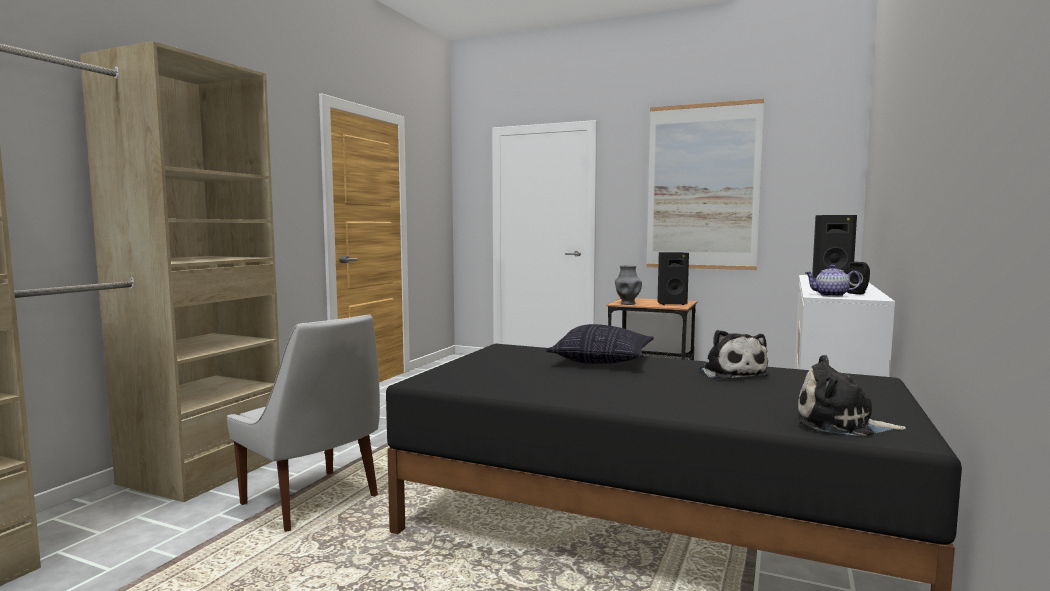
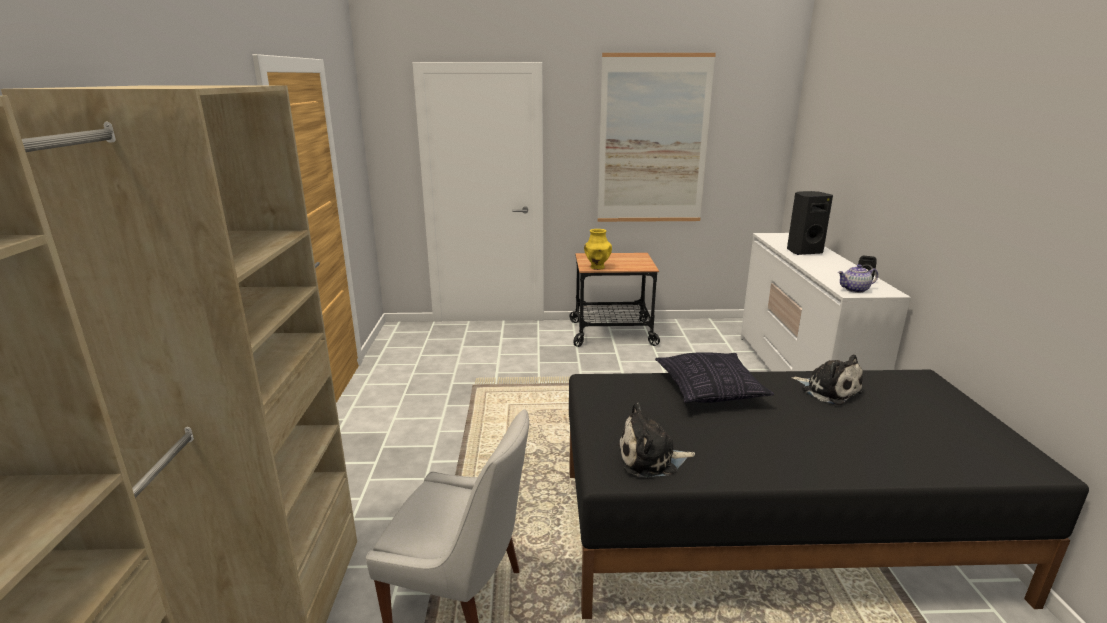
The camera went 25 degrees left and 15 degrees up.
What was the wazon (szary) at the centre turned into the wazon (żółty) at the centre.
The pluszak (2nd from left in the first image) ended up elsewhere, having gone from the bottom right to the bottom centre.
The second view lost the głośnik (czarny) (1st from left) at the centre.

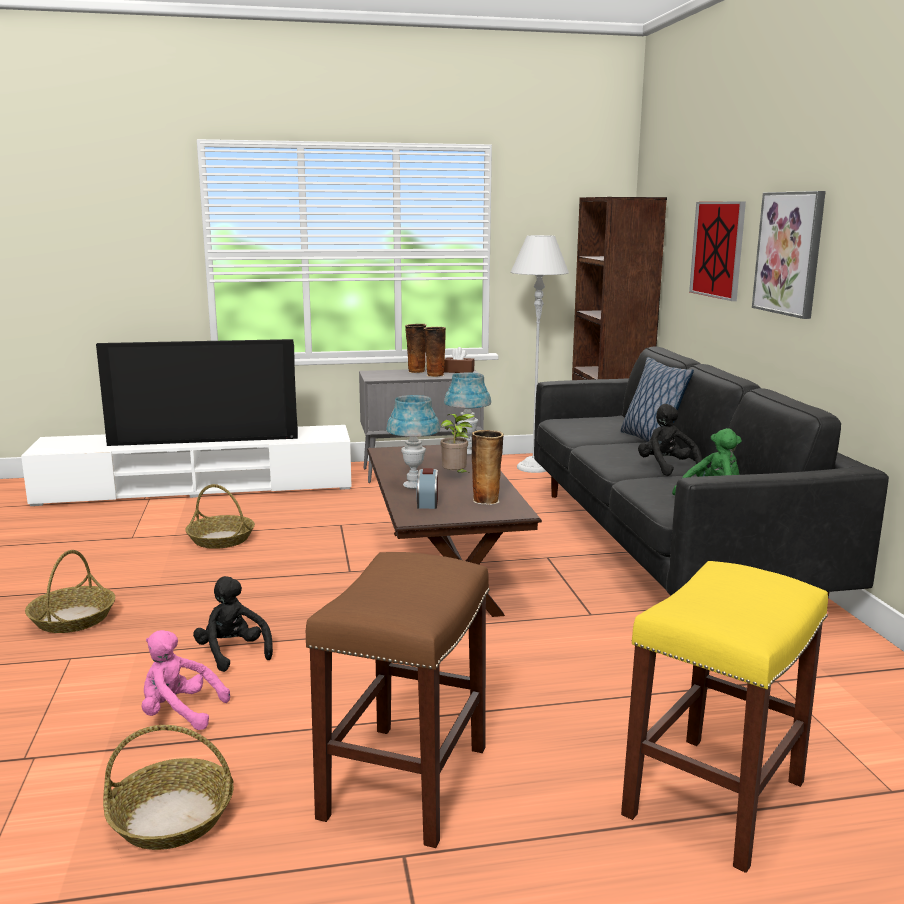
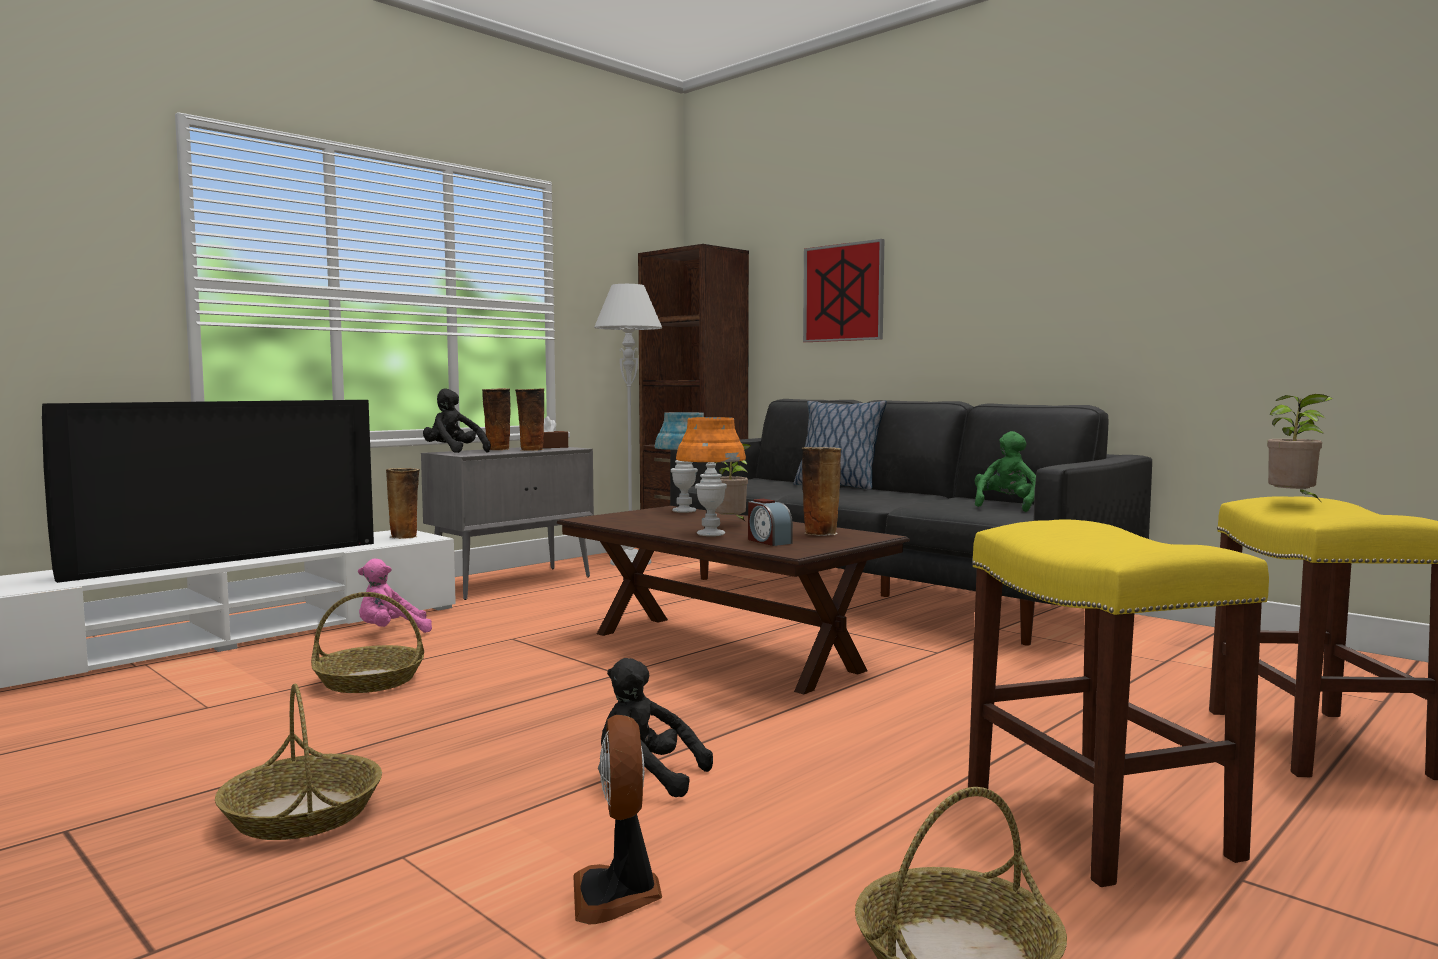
The camera went 35 degrees left and 10 degrees down.
The pluszak (różowy) ended up elsewhere, having gone from the bottom left to the middle left.
The second view gained the wazon (1st from left) at the middle left.
The pluszak (czarny) (2nd from left in the first image) ended up elsewhere, having gone from the middle right to the middle left.
The second view gained the wentylator at the bottom centre.
What was the lampa stołowa (niebieski) (1st from left) at the centre turned into the lampa stołowa (pomarańczowy) at the centre.
What was the stołek (brązowy) at the bottom centre turned into the stołek (żółty) (1st from left) at the bottom right.
The second view gained the roślina doniczkowa (2nd from left) at the middle right.
The second view lost the obraz (2nd from left) at the top right.

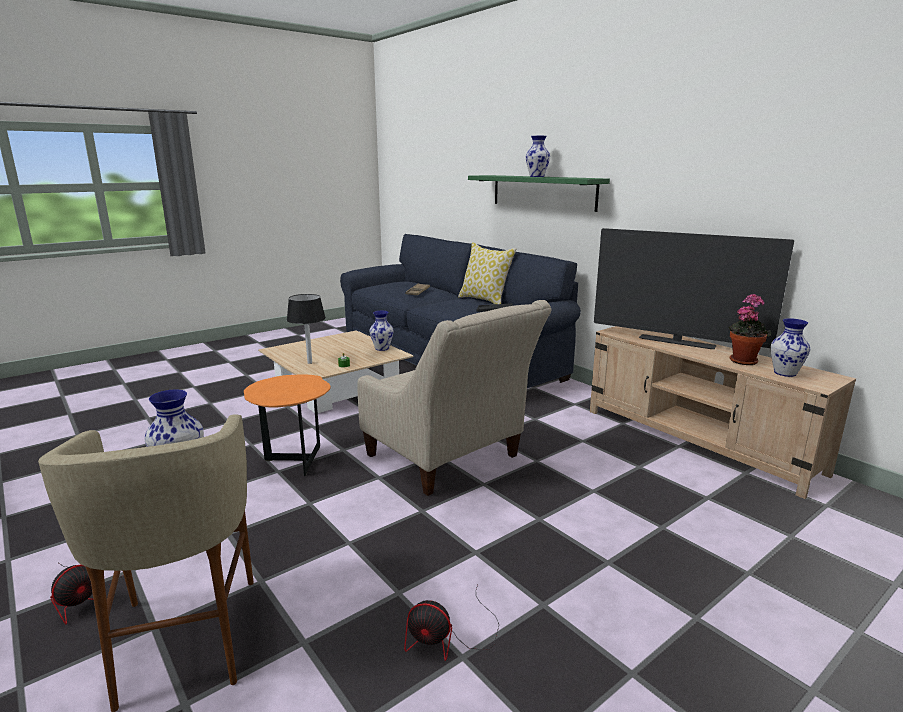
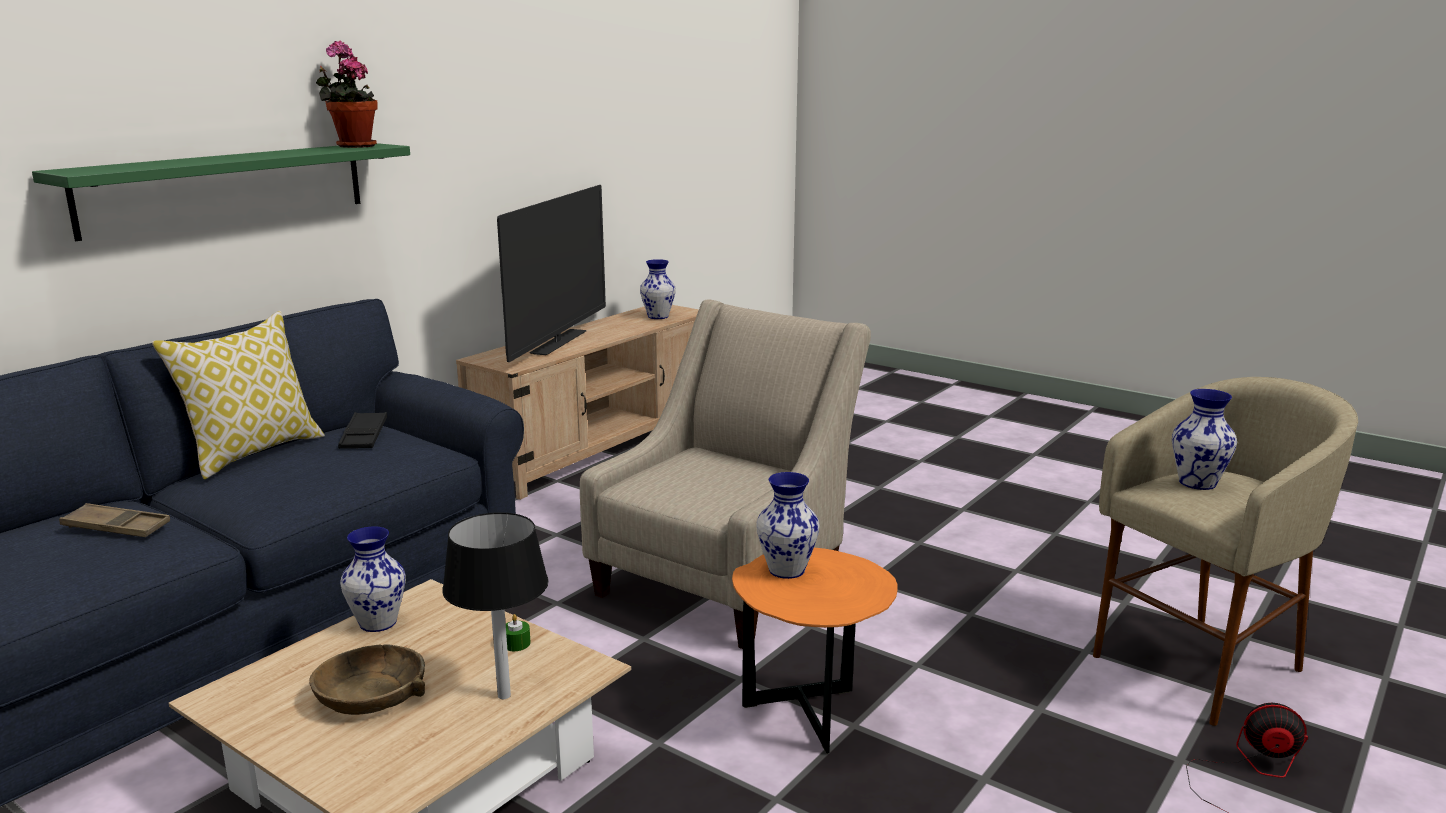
The camera went 105 degrees left and 0 degrees up.
The second view gained the miska (brązowy) at the bottom left.
The roślina doniczkowa ended up elsewhere, having gone from the middle right to the top left.
The wazon (3rd from left) ended up elsewhere, having gone from the top centre to the centre.
The second view lost the wentylator (2nd from left) at the bottom centre.

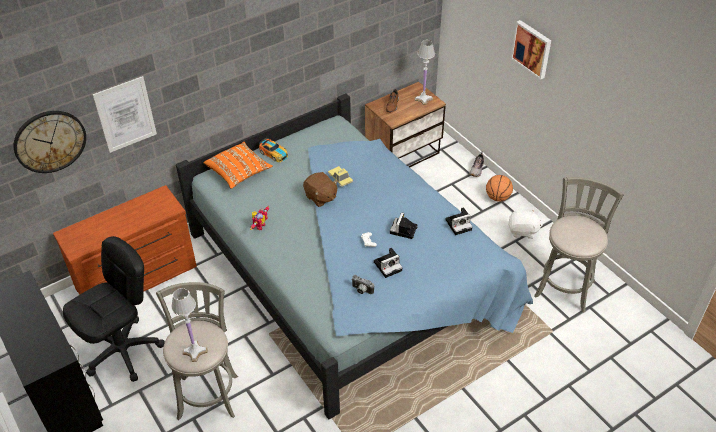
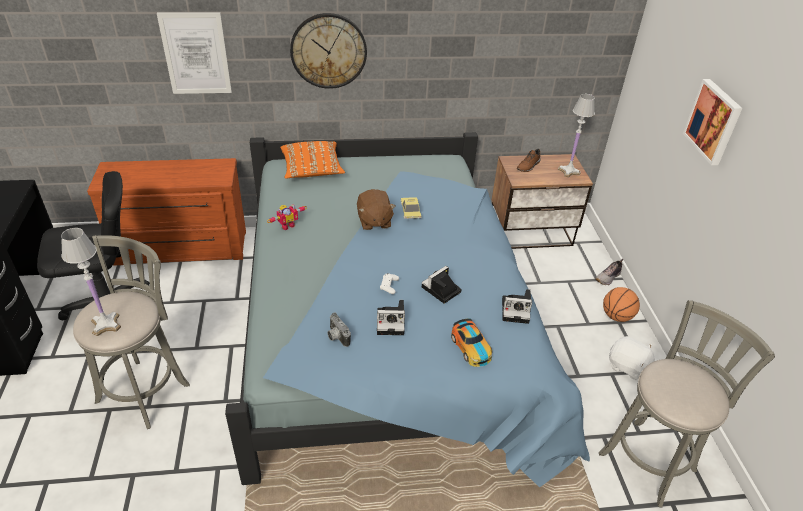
The camera went 25 degrees right and 5 degrees down.
The zegar ścienny ended up elsewhere, having gone from the top left to the top centre.
The samochodzik (1st from left in the first image) ended up elsewhere, having gone from the centre to the bottom centre.

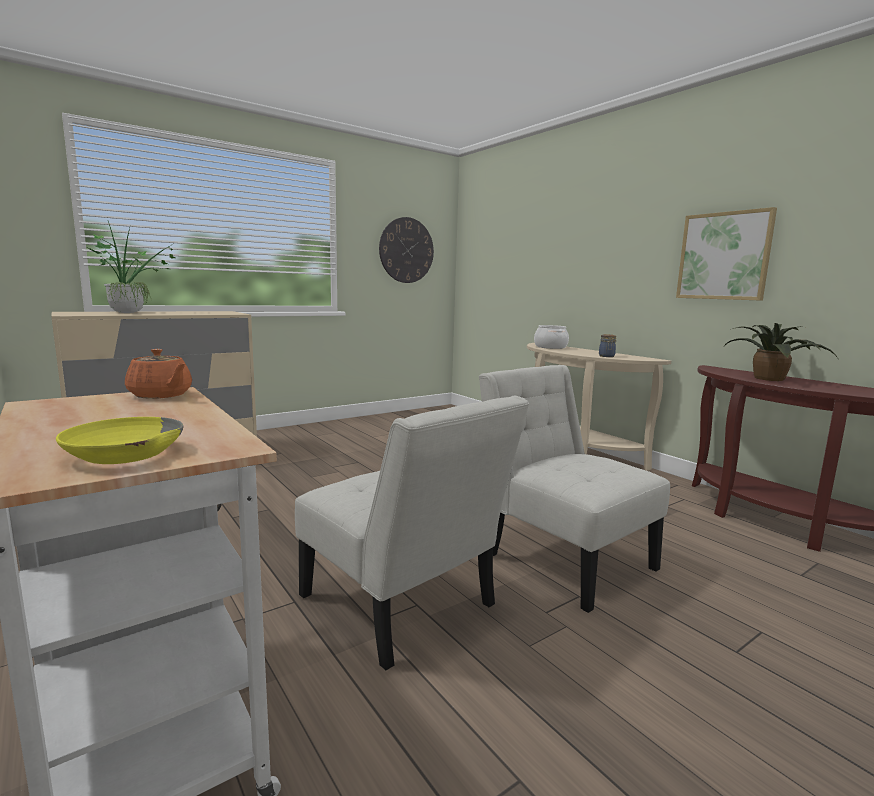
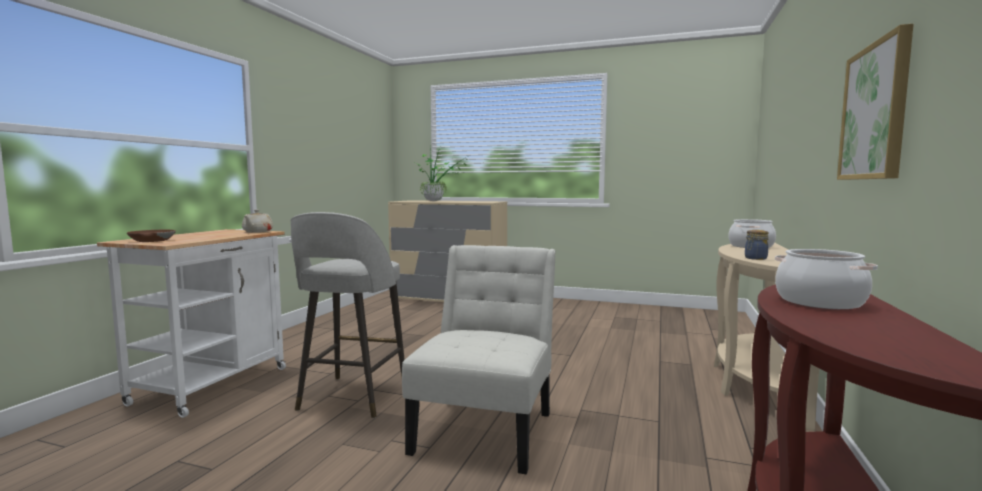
The camera went 55 degrees right and 5 degrees down.
What was the miska (żółty) at the middle left turned into the miska (brązowy) at the middle left.
What was the imbryk (pomarańczowy) at the middle left turned into the imbryk (beżowy) at the middle left.
Where the krzesło (biały) (1st from left) stood at the bottom centre, the stołek (szary) came to stand at the centre.
Where the roślina doniczkowa (2nd from left) stood at the middle right, the garnek (2nd from left) came to stand at the middle right.
The second view lost the zegar ścienny at the top centre.

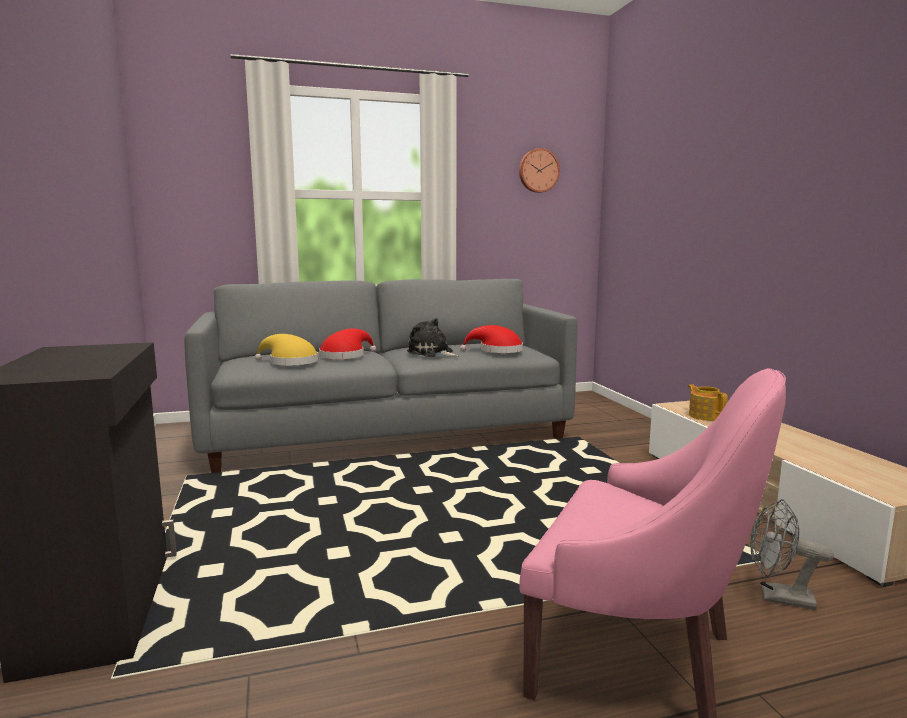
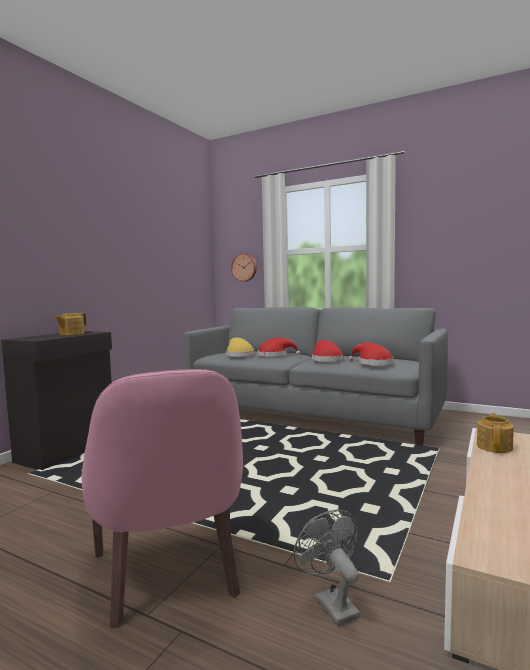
The camera went 45 degrees right and 5 degrees down.
The second view gained the imbryk (1st from left) at the middle left.
The zegar ścienny ended up elsewhere, having gone from the top centre to the centre.
Where the pluszak stood at the centre, the kapelusz (czerwony) (2nd from left) came to stand at the centre.

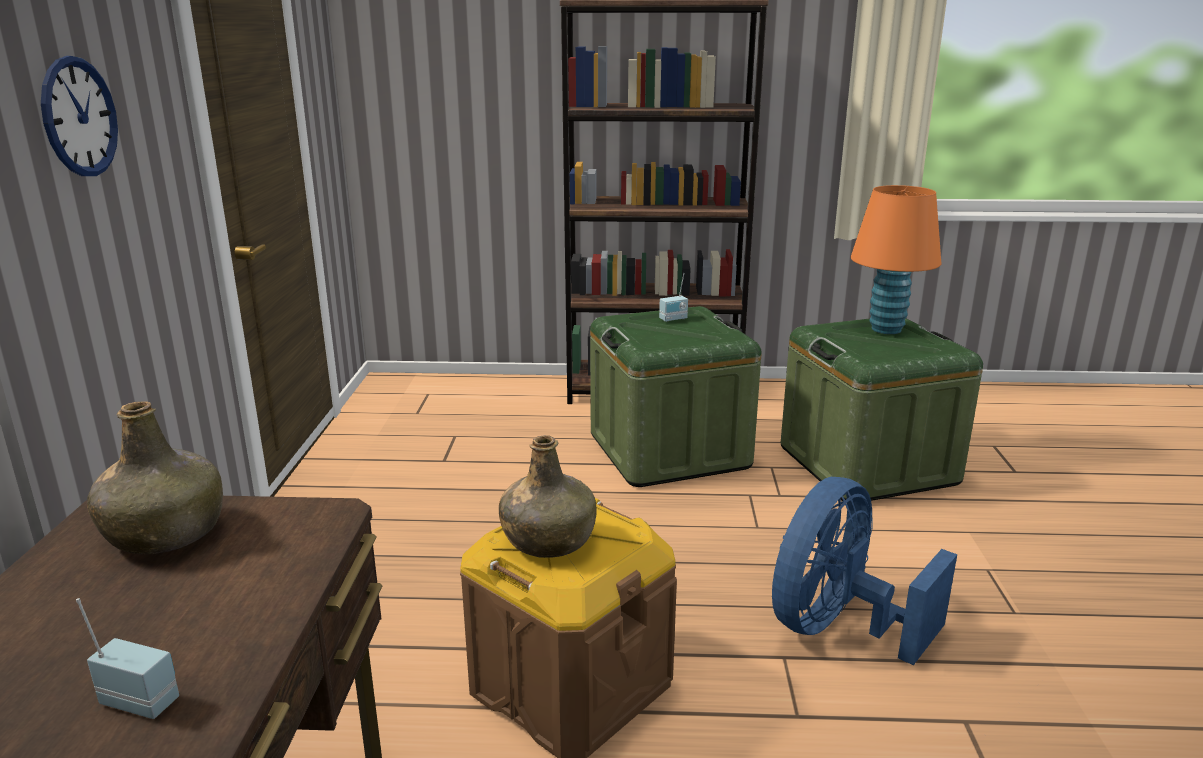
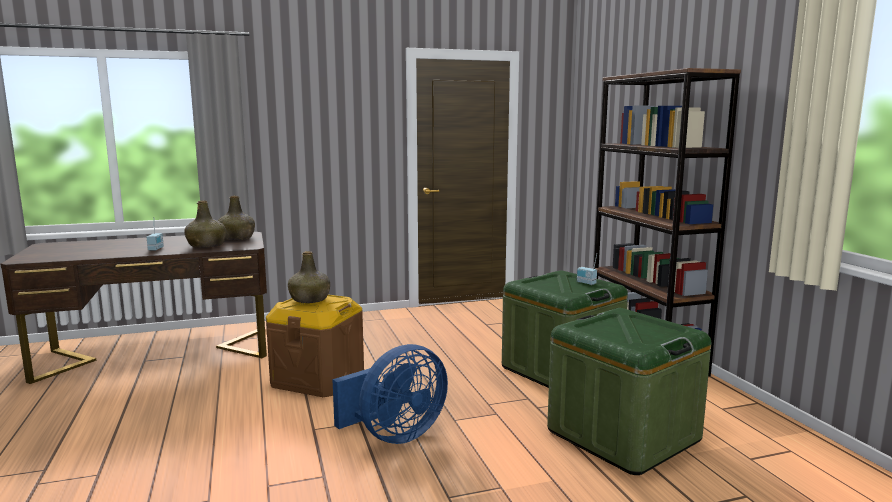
The camera went 70 degrees right and 10 degrees down.
The second view gained the butelka (zielony) (1st from left) at the middle left.
The wentylator (niebieski) at the bottom right ended up facing another way, 120 degrees clockwise from before.
The second view lost the zegar ścienny at the top left.
The second view lost the lampa stołowa (pomarańczowy) at the middle right.

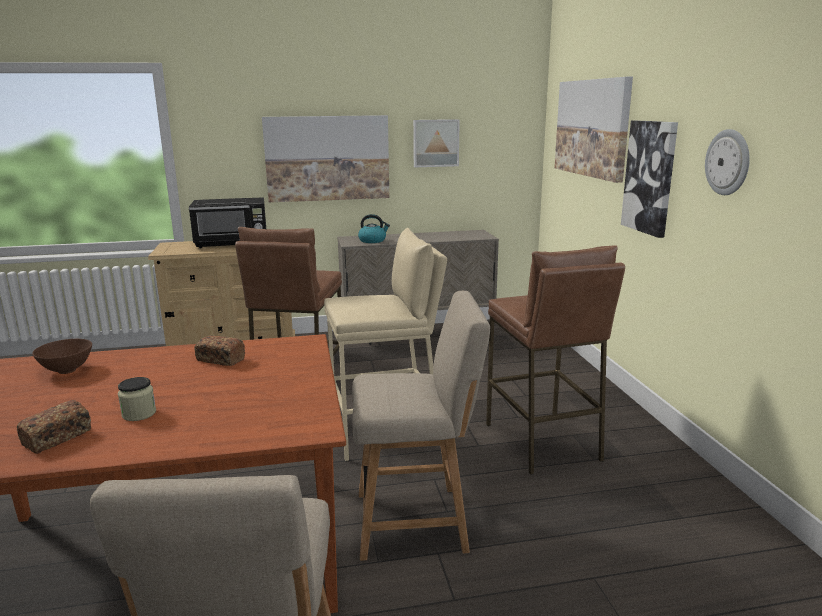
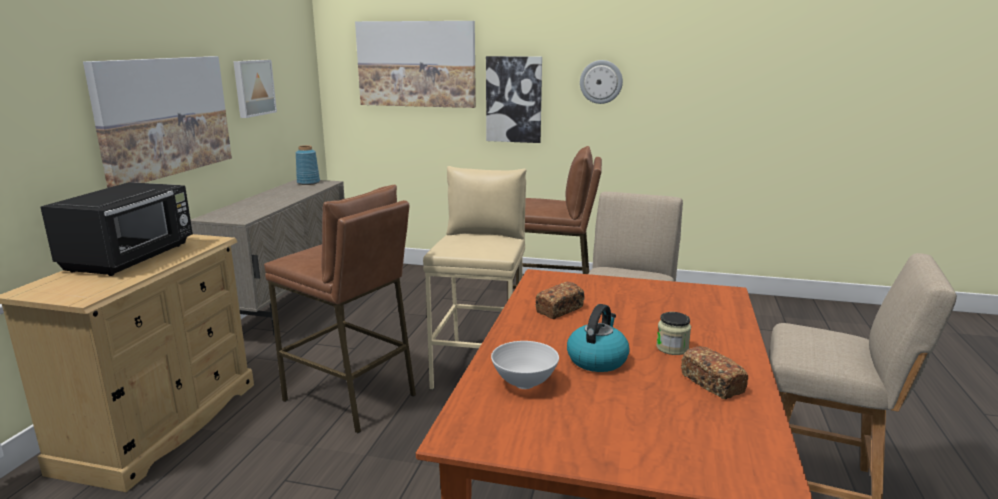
The camera went 65 degrees left and 0 degrees up.
The second view gained the wazon (niebieski) at the top left.
What was the miska (brązowy) at the middle left turned into the miska (biały) at the bottom centre.
The czajnik ended up elsewhere, having gone from the centre to the bottom centre.

